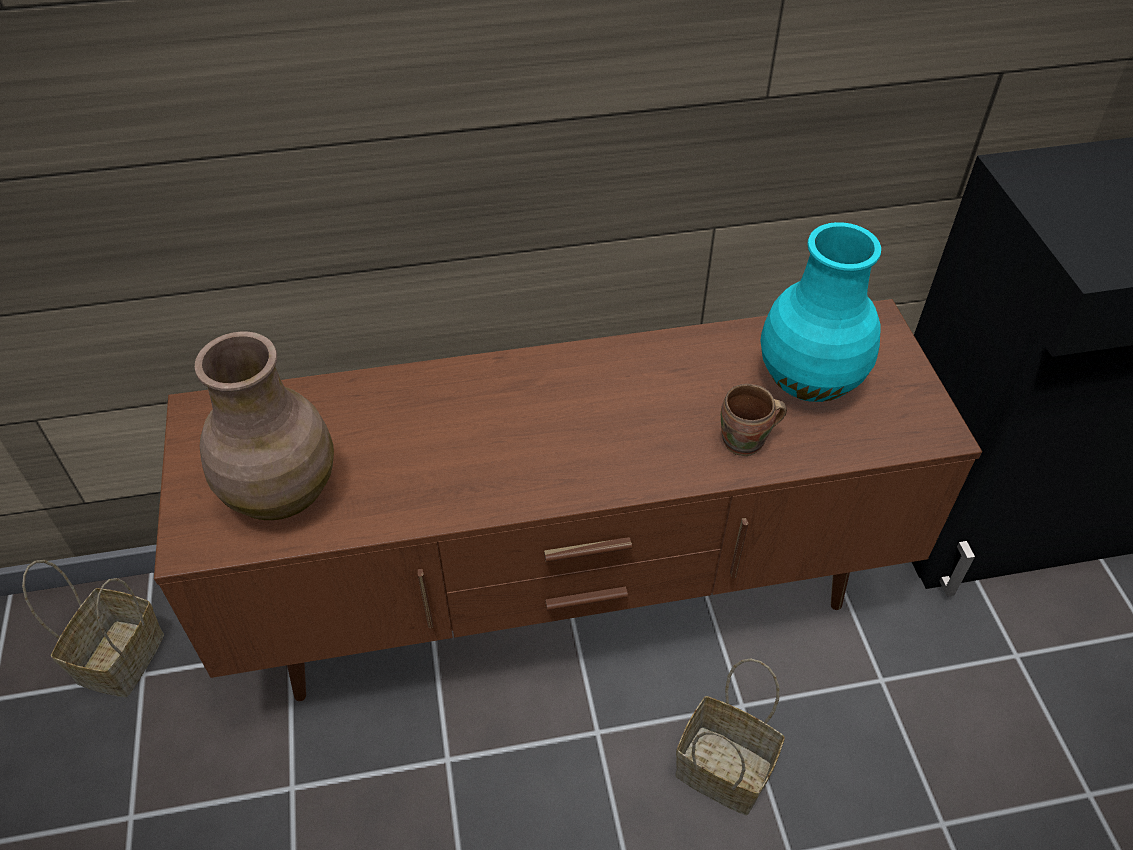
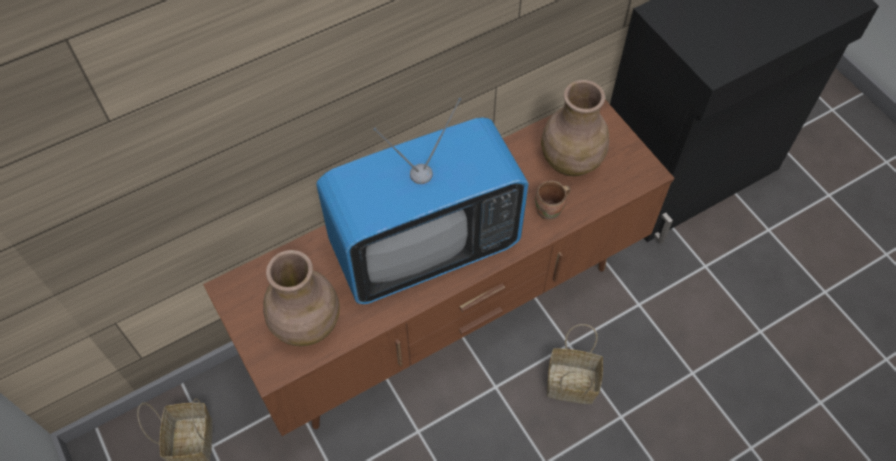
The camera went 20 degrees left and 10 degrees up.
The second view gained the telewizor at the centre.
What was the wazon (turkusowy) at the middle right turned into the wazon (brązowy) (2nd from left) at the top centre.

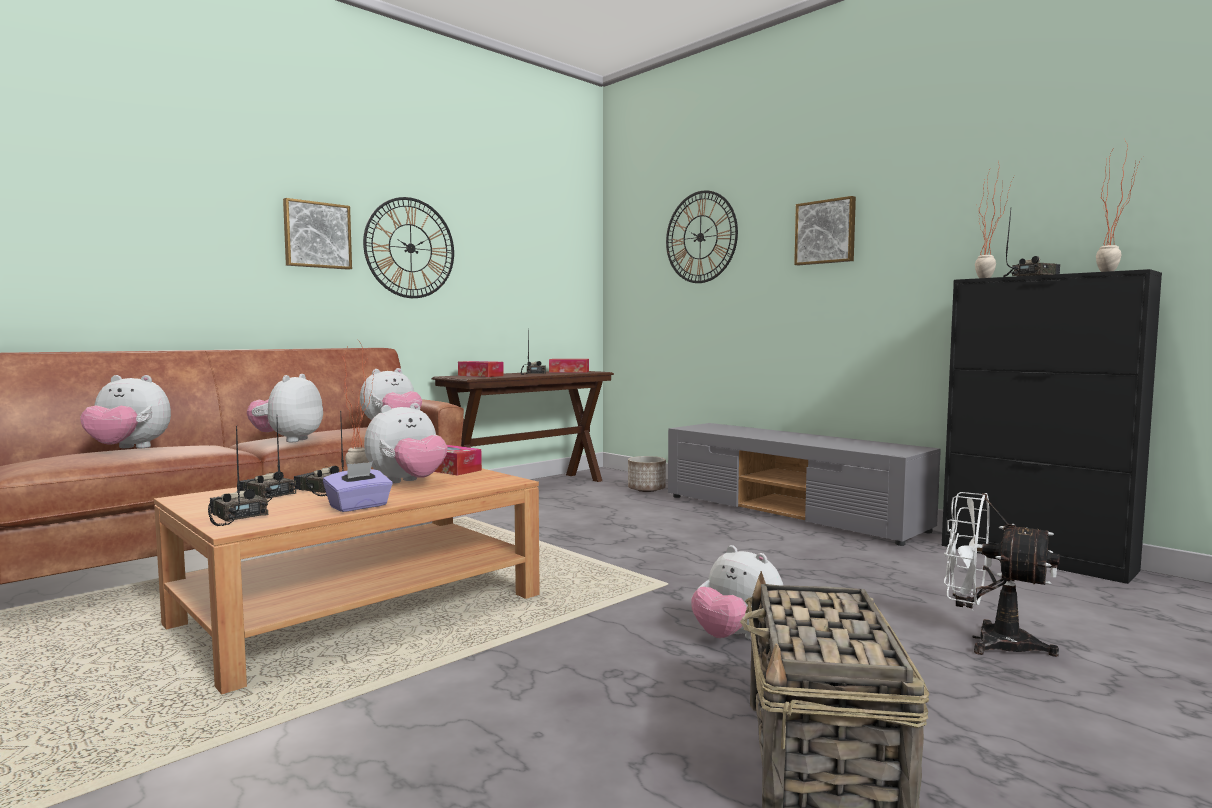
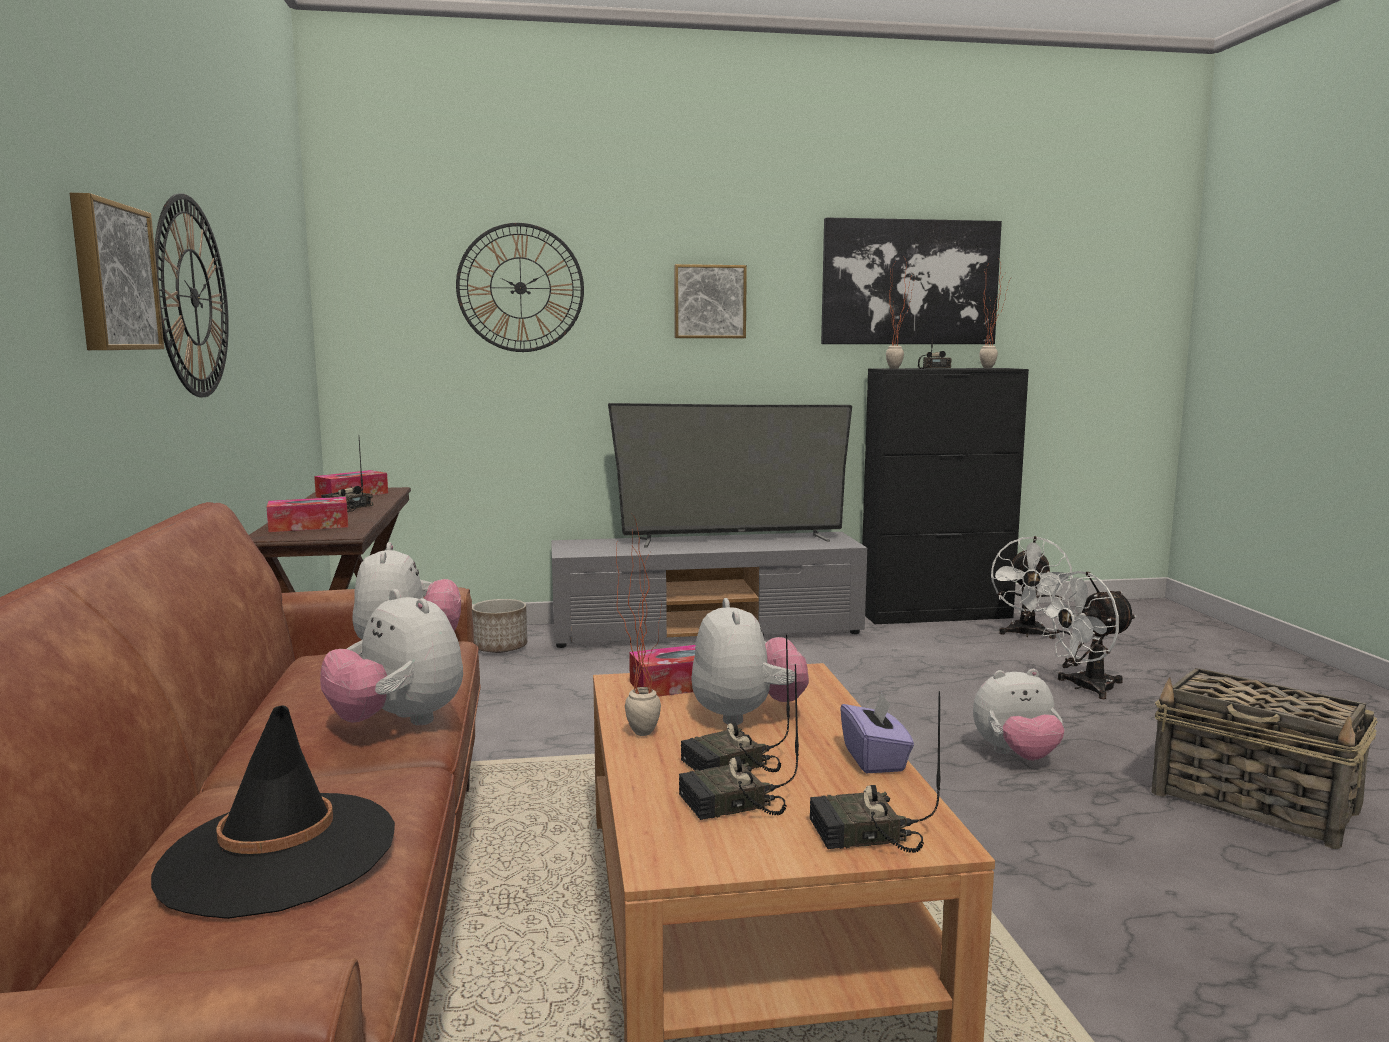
The camera went 55 degrees left and 5 degrees up.
Where the pluszak (1st from left) stood at the middle left, the kapelusz (czarny) came to stand at the bottom left.
The second view gained the telewizor at the centre.
The second view gained the obraz (3rd from left) at the top centre.
The second view gained the wentylator (biały) (1st from left) at the middle right.

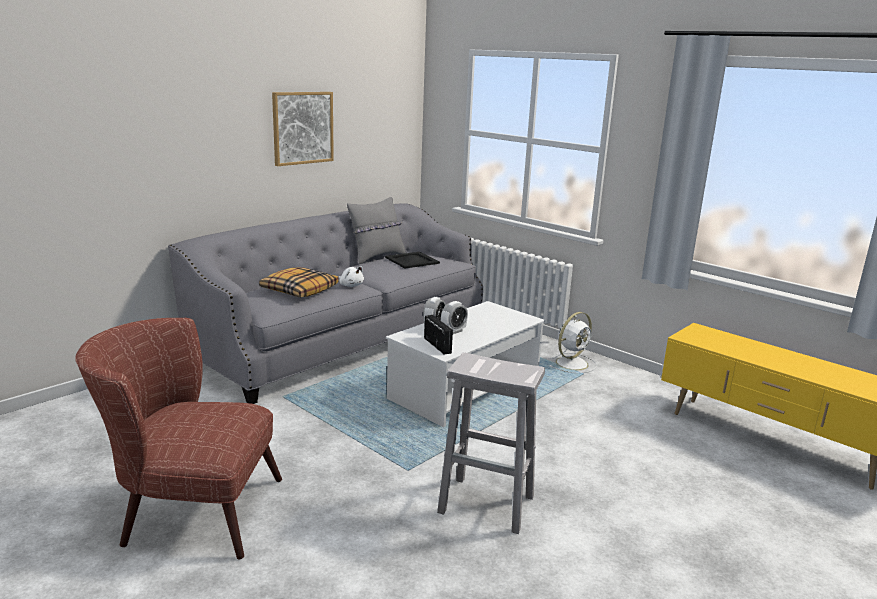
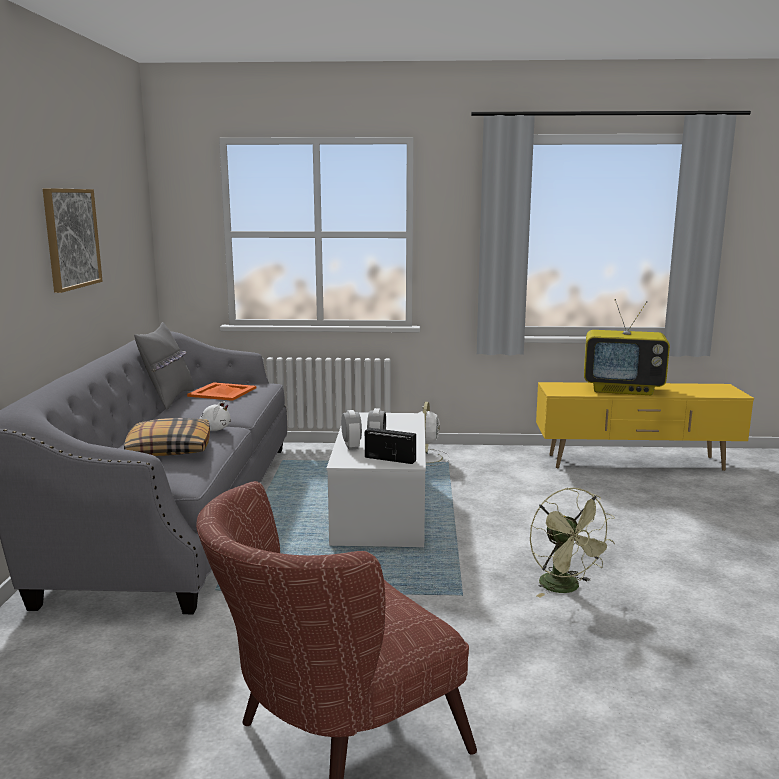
The camera went 40 degrees left and 5 degrees down.
What was the taca (czarny) at the centre turned into the taca (pomarańczowy) at the middle left.
Where the stołek (biały) stood at the bottom centre, the wentylator (zielony) came to stand at the bottom right.
The second view gained the telewizor at the middle right.

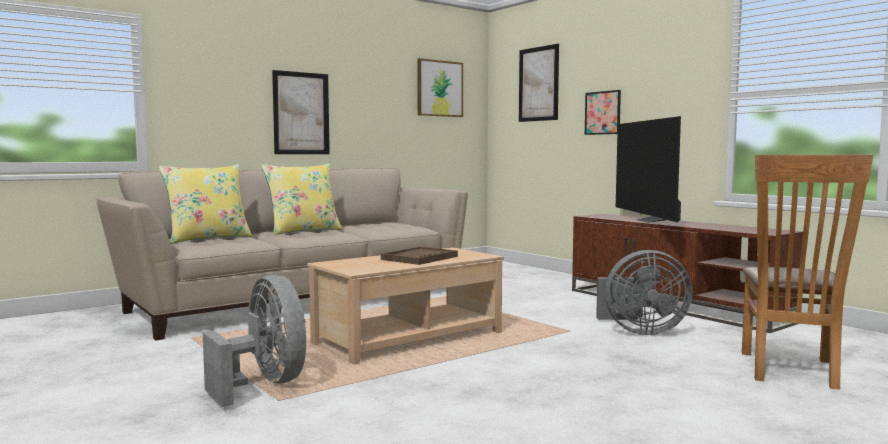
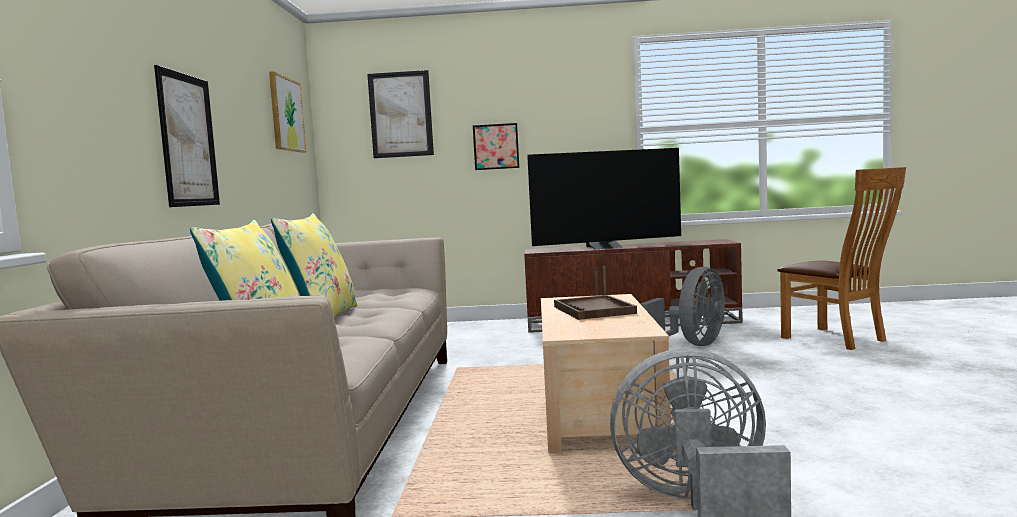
The camera went 50 degrees left and 0 degrees up.
The telewizor at the middle right ended up facing another way, 45 degrees counterclockwise from before.

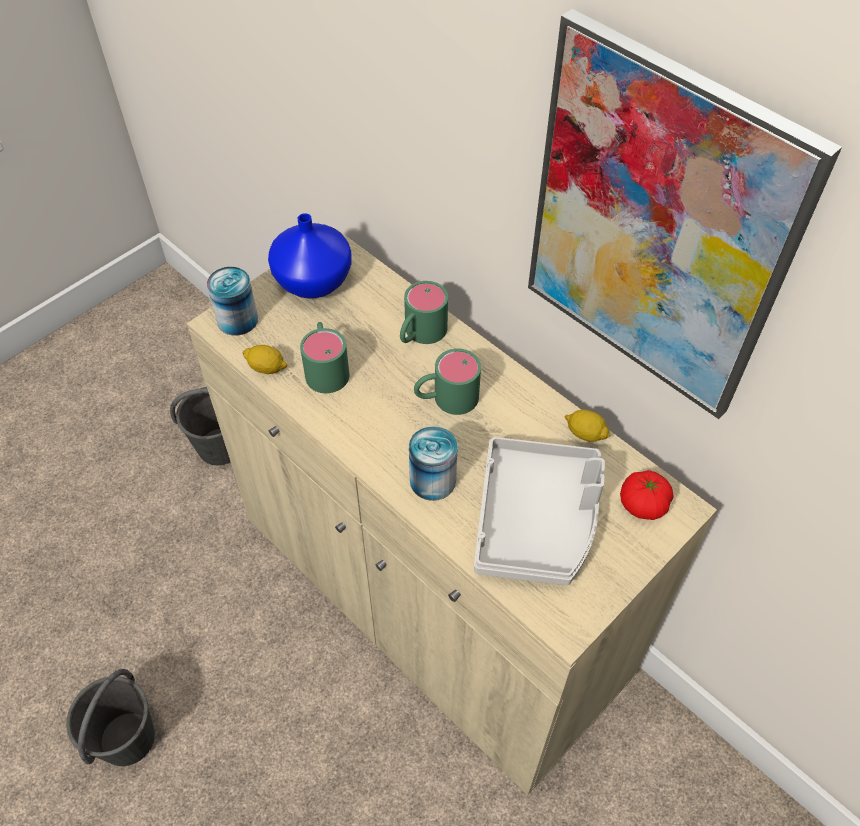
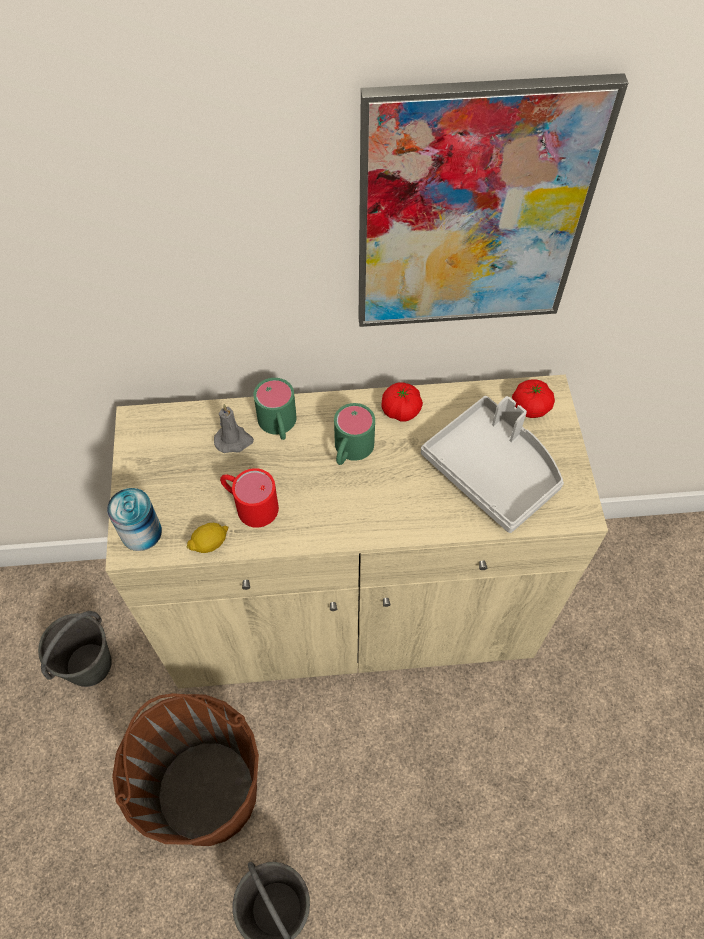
The camera went 50 degrees left and 5 degrees up.
The second view gained the wiadro (brązowy) at the bottom left.
The second view gained the świeca (szary) at the middle left.
What was the kubek (zielony) (1st from left) at the centre turned into the kubek (czerwony) at the centre.
The second view gained the pomidor (1st from left) at the centre.
The second view lost the wazon (niebieski) at the top centre.
The second view lost the puszka (2nd from left) at the centre.
The second view lost the cytryna (2nd from left) at the middle right.

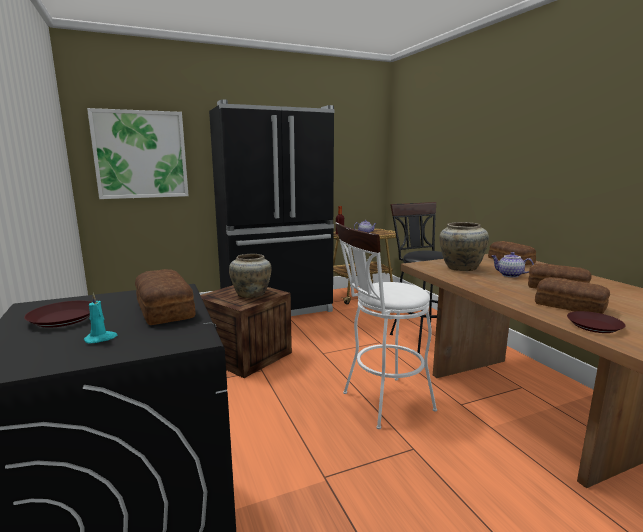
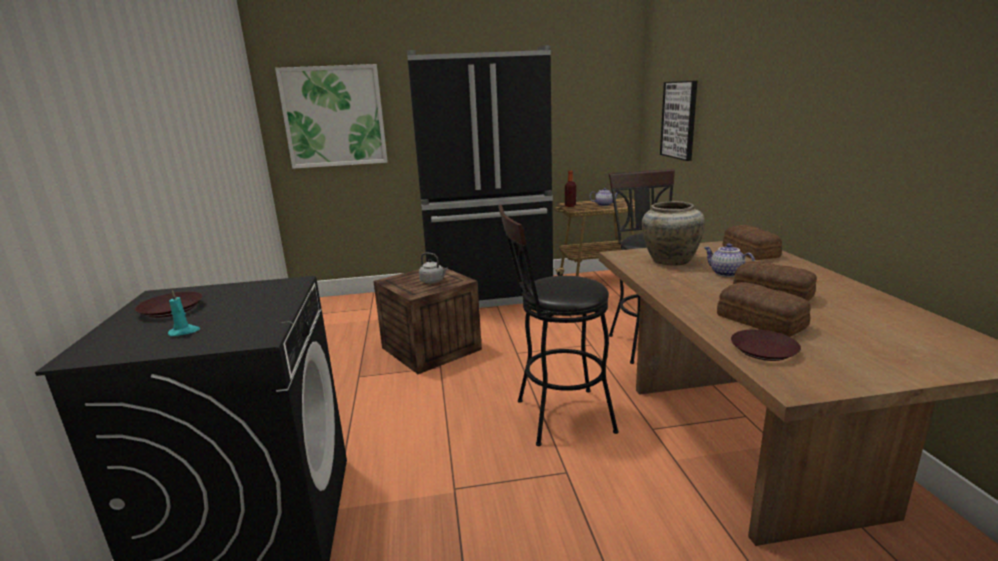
The camera went 15 degrees right and 5 degrees up.
Where the wazon (beżowy) (1st from left) stood at the centre, the czajnik (szary) came to stand at the centre.
What was the stołek (biały) at the centre turned into the stołek (czarny) (1st from left) at the centre.
The second view gained the obraz (2nd from left) at the top right.
The second view lost the chleb (1st from left) at the middle left.

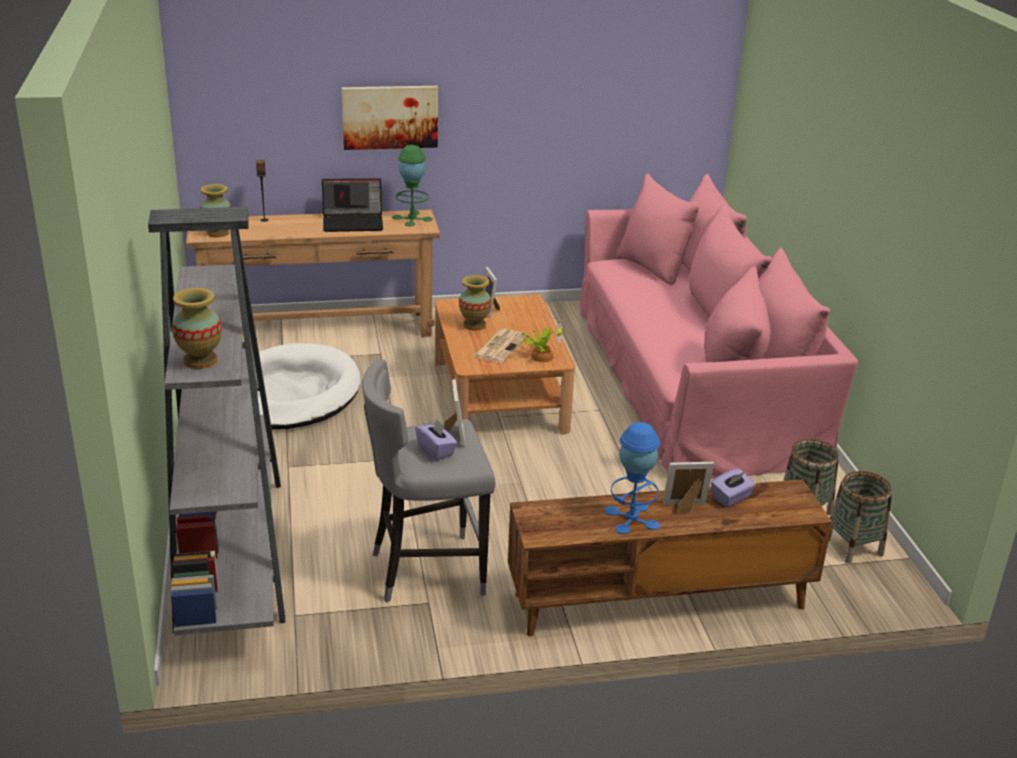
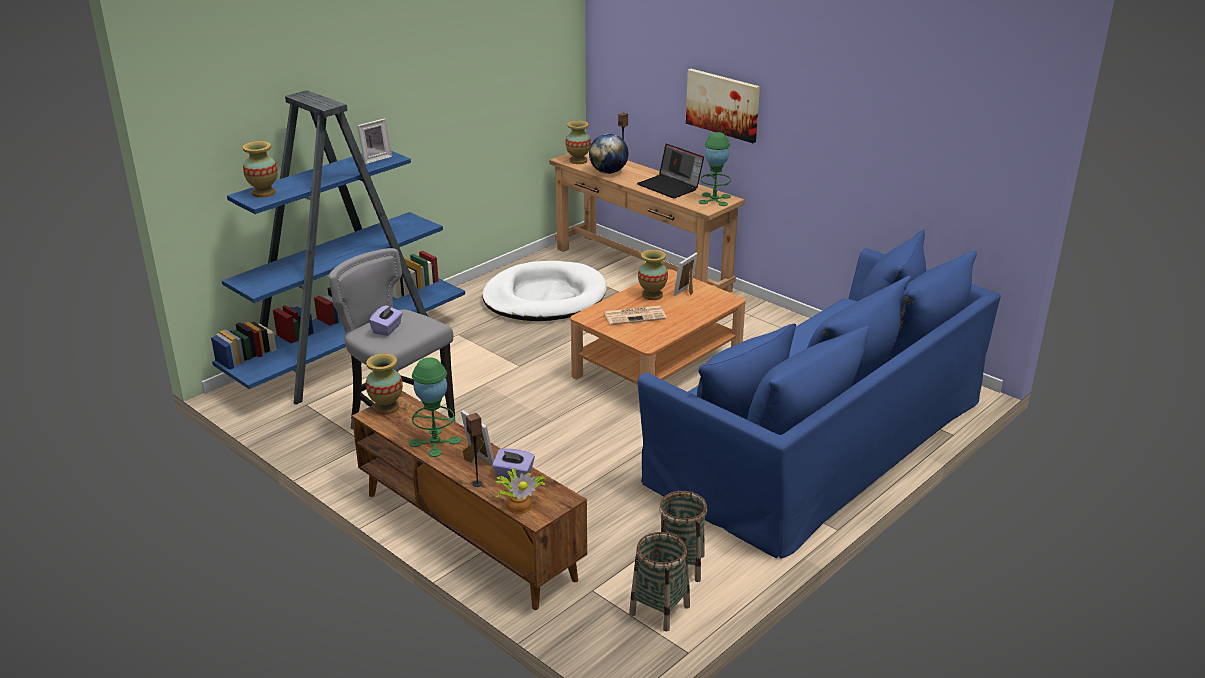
The camera went 55 degrees right and 0 degrees up.
What was the regał (szary) at the middle left turned into the regał (niebieski) at the middle left.
The ramka na zdjęcie (1st from left) ended up elsewhere, having gone from the centre to the top left.
The second view gained the wazon (2nd from left) at the middle left.
What was the lampa stołowa (niebieski) at the centre turned into the lampa stołowa (zielony) (1st from left) at the centre.
The second view gained the głośnik (1st from left) at the centre.
The roślina doniczkowa ended up elsewhere, having gone from the centre to the bottom centre.
The second view gained the globus at the top centre.
What was the kanapa (różowy) at the middle right turned into the kanapa (niebieski) at the middle right.

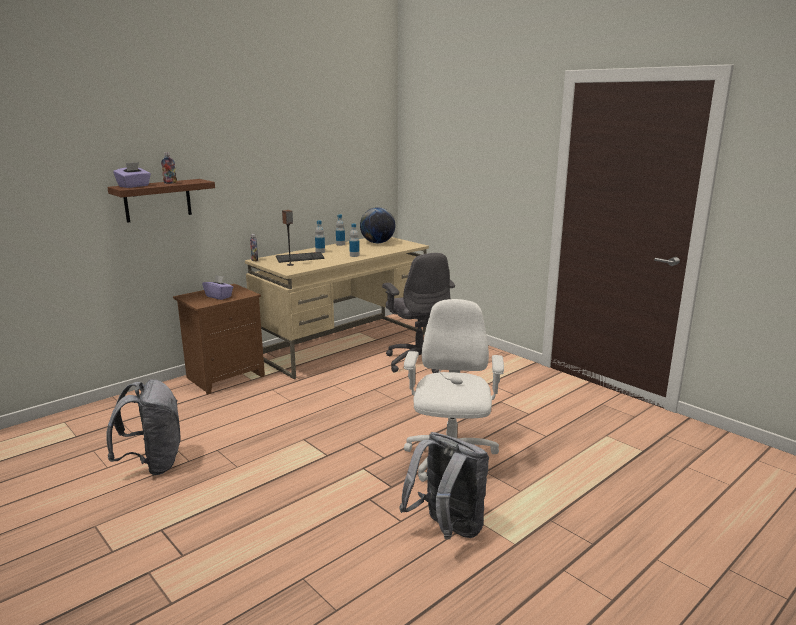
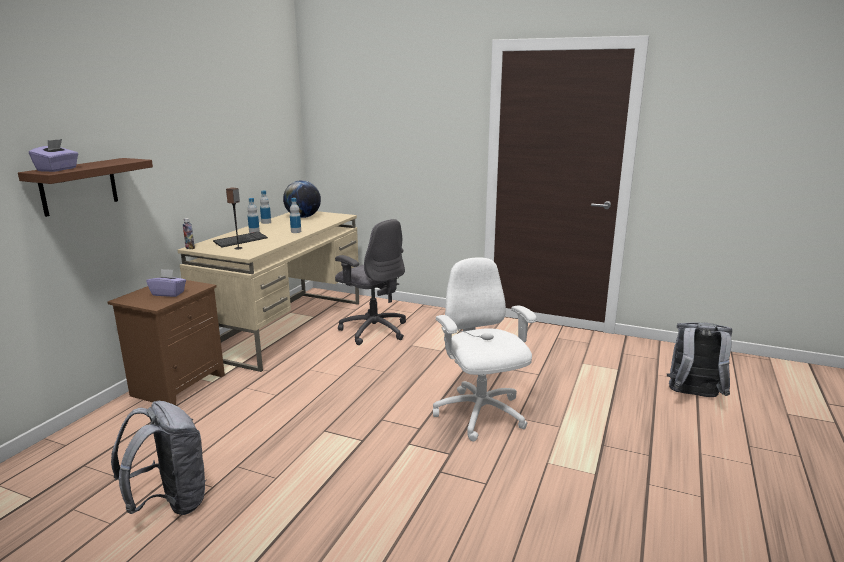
The camera went 25 degrees left and 0 degrees up.
The plecak (szary) (2nd from left) ended up elsewhere, having gone from the bottom centre to the middle right.
The second view lost the butelka (1st from left) at the top left.

